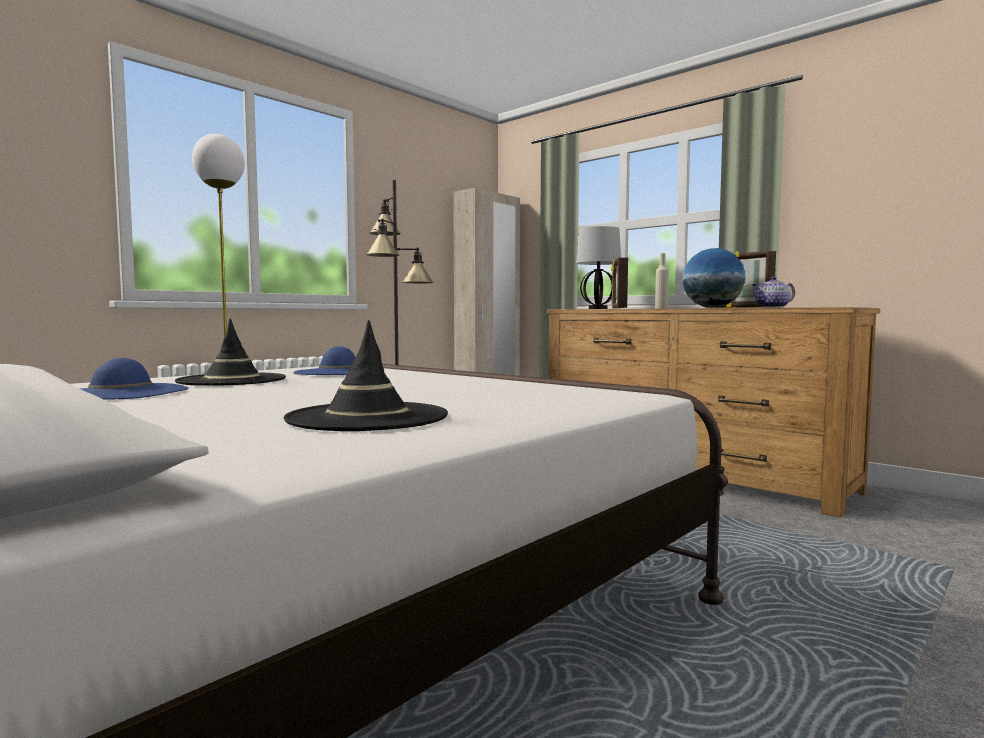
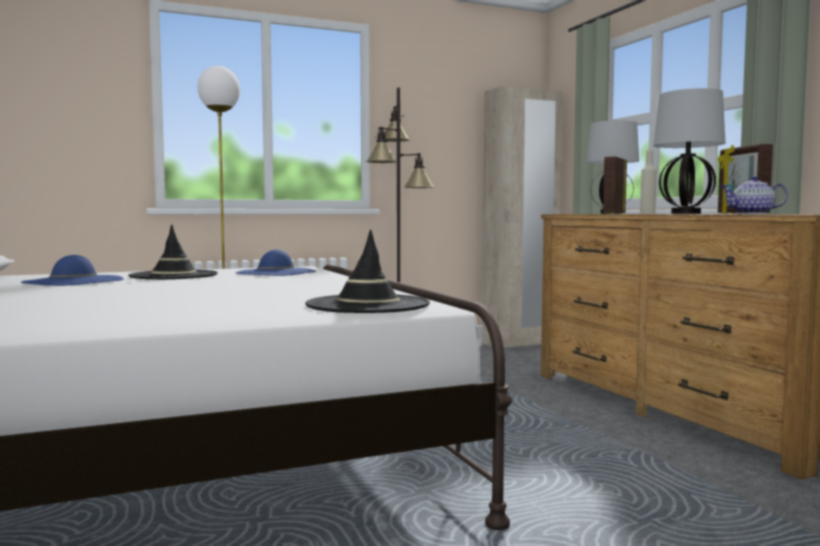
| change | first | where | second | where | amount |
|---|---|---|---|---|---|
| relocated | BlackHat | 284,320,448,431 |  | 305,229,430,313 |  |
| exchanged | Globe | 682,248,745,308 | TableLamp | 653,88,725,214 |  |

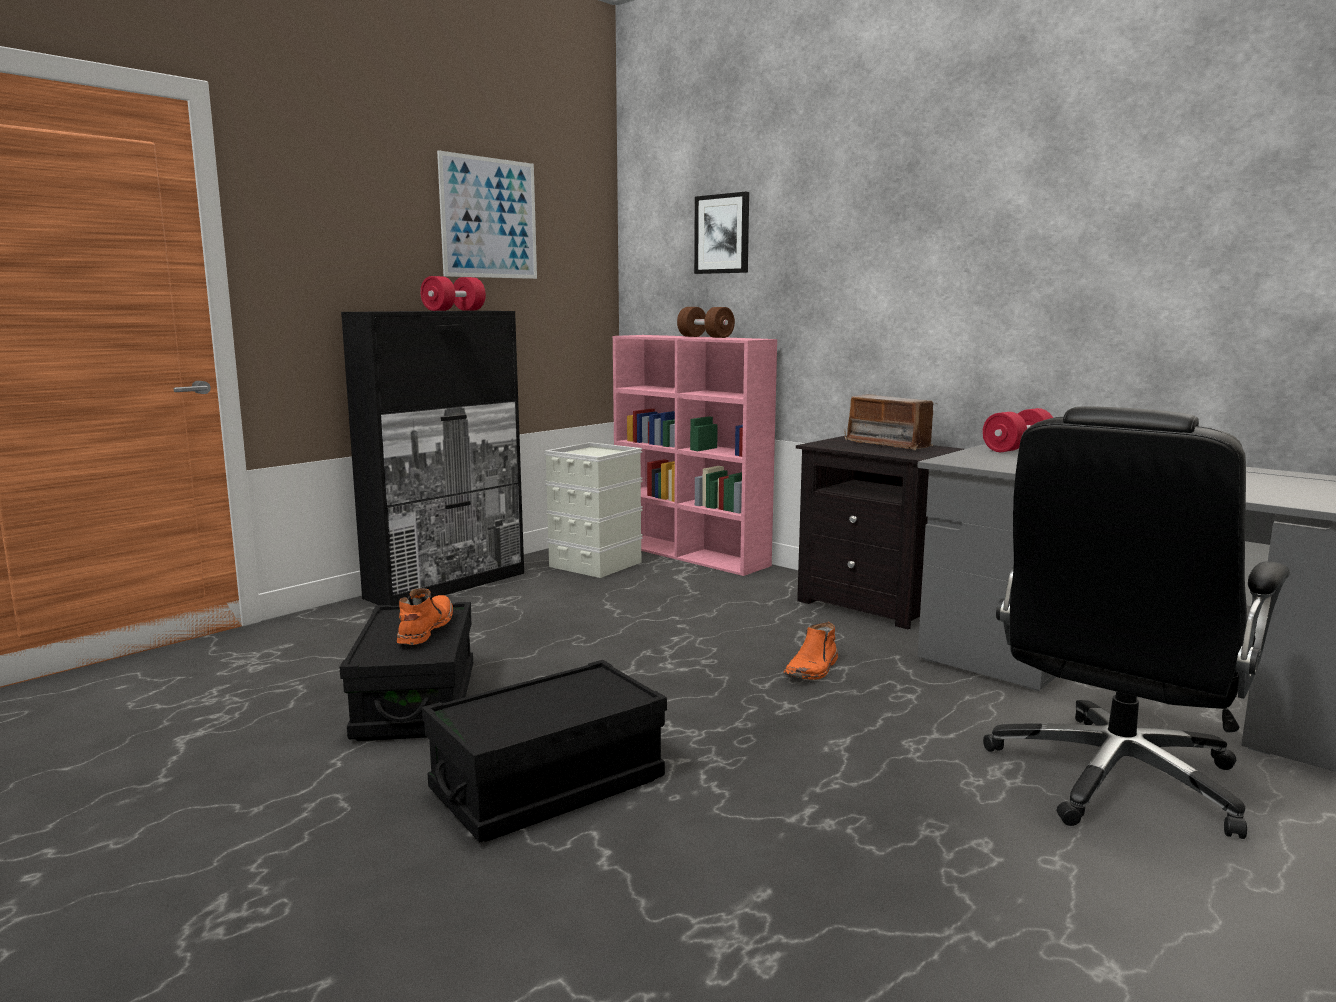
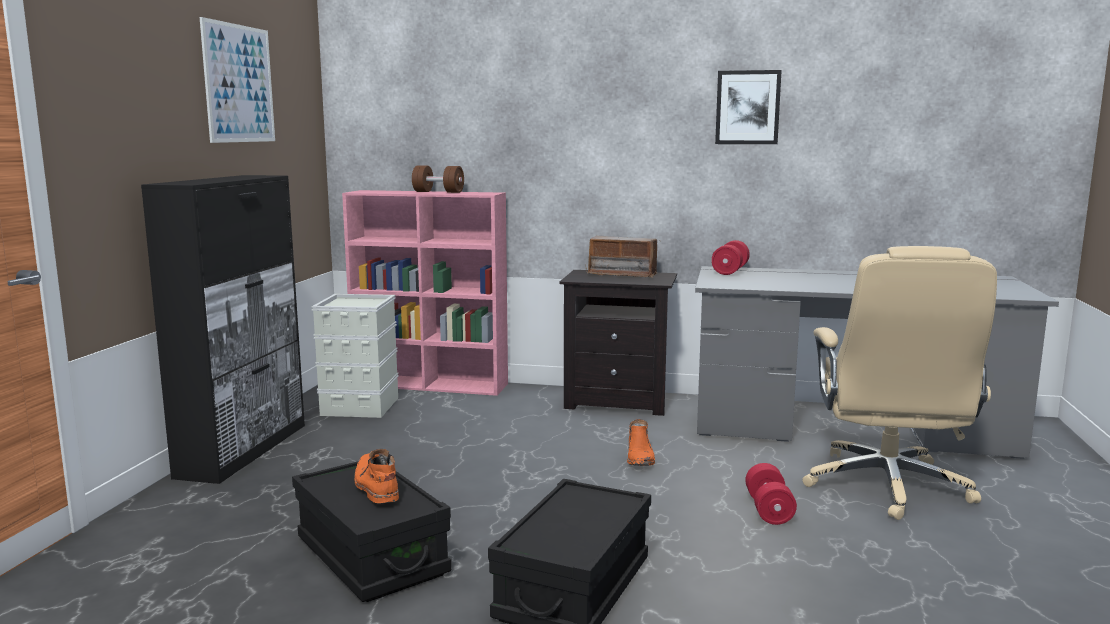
| change | first | where | second | where | amount |
|---|---|---|---|---|---|
| relocated | RedDumbbell | 420,276,486,311 |  | 745,463,797,525 |  |
| relocated | Picture | 694,192,749,274 |  | 715,70,782,144 |  |
| colour | BlackOfficeChair | 983,406,1290,839 | BeigeOfficeChair | 802,246,997,520 |  |

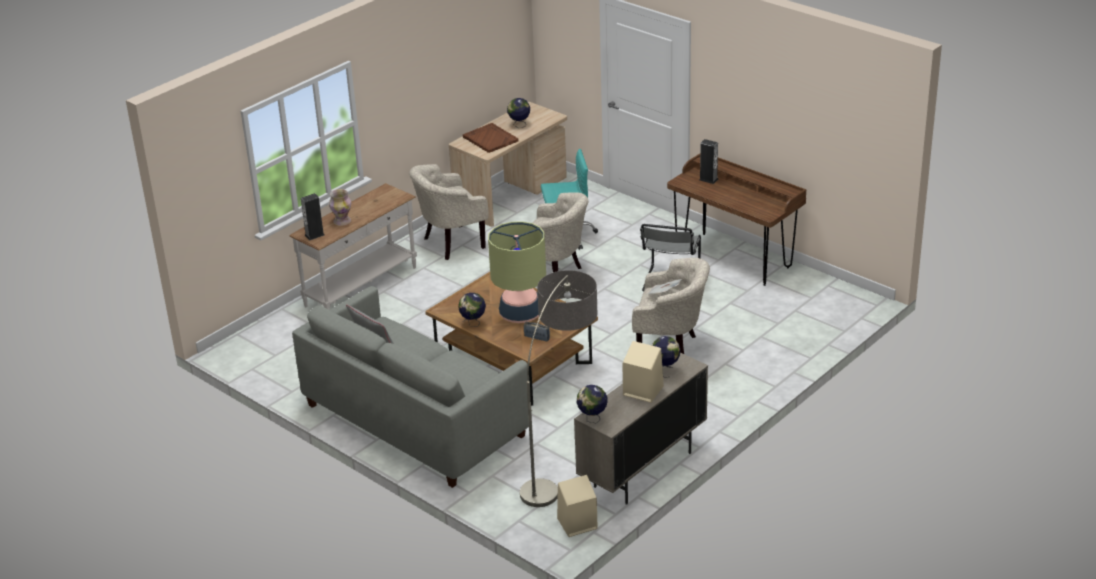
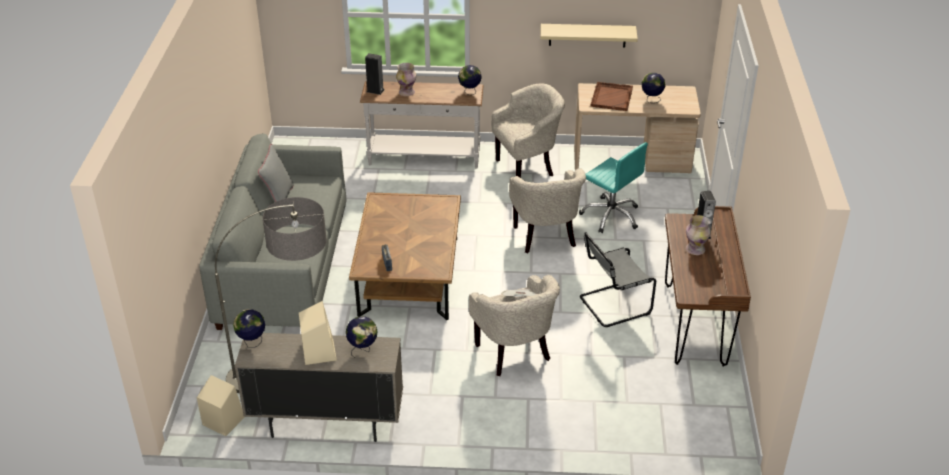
| change | first | where | second | where | amount |
|---|---|---|---|---|---|
| spun | BeigeArmchair | 409,164,488,260 |  | 491,83,565,178 | 135 degrees clockwise |
| relocated | Globe | 458,293,486,326 |  | 458,65,482,96 |  |
| missing | TableLamp | 488,221,546,323 |  |  |  |
| appeared |  |  | BeigeShelf | 540,24,638,48 |  |
| appeared |  |  | Vase | 686,215,711,255 |  |

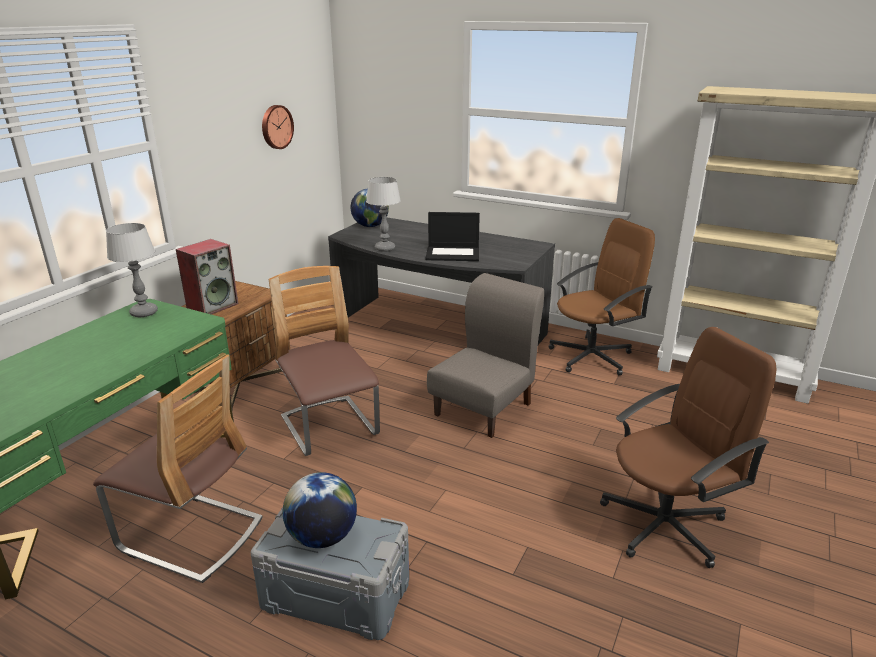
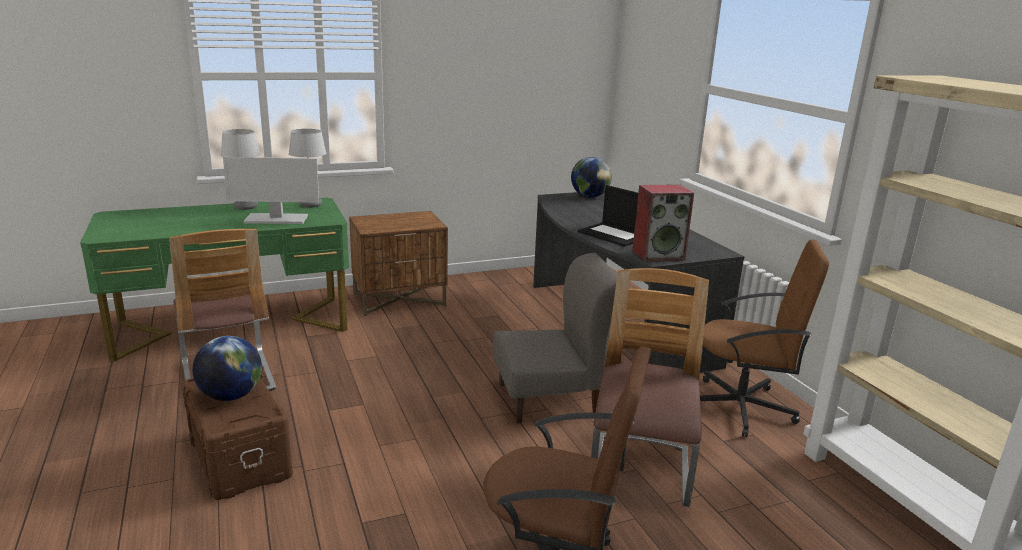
| change | first | where | second | where | amount |
|---|---|---|---|---|---|
| relocated | Speaker | 176,239,238,315 |  | 632,184,694,262 |  |
| colour | GreyStorageBox | 251,507,409,640 | BrownStorageBox | 182,375,293,500 |  |
| missing | WallClock | 262,105,294,149 |  |  |  |
| relocated | Chair | 269,266,380,456 |  | 591,268,709,507 |  |
| relocated | TableLamp | 366,177,401,252 |  | 221,129,260,210 |  |
| appeared |  |  | Monitor | 223,157,319,224 |  |

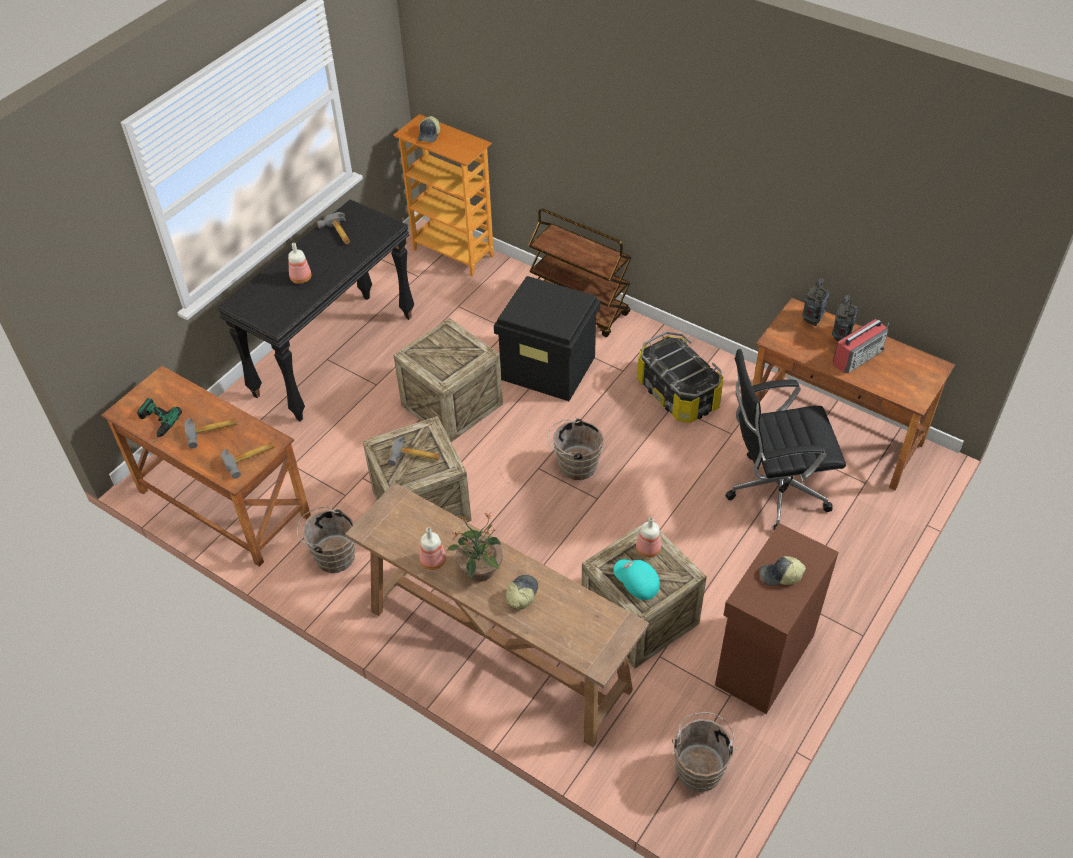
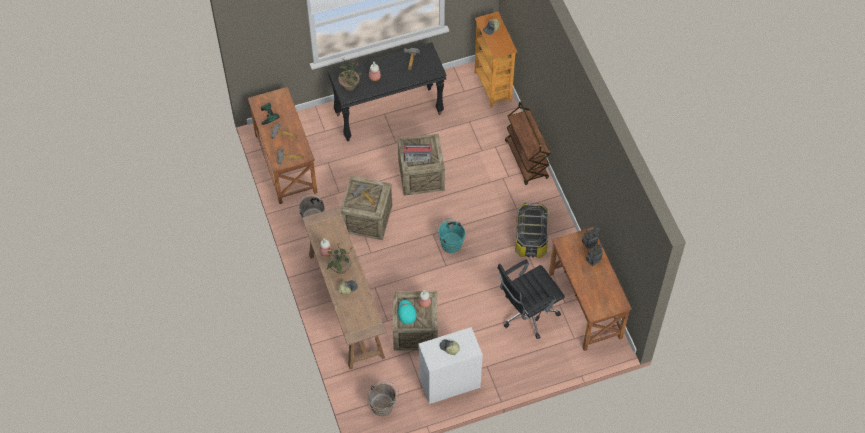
| change | first | where | second | where | amount |
|---|---|---|---|---|---|
| missing | BlackStorageBox | 494,276,600,401 |  |  |  |
| colour | BrownBucket | 547,418,604,480 | TurquoiseBucket | 436,218,465,253 |  |
| colour | BrownCabinet | 715,523,839,714 | WhiteCabinet | 418,327,483,404 |  |
| spun | BlackOfficeChair | 725,349,846,530 |  | 498,260,565,339 | 60 degrees counterclockwise |
| relocated | Radio | 833,319,889,373 |  | 404,145,432,162 |  |
| appeared |  |  | PottedPlant | 338,58,363,91 |  |

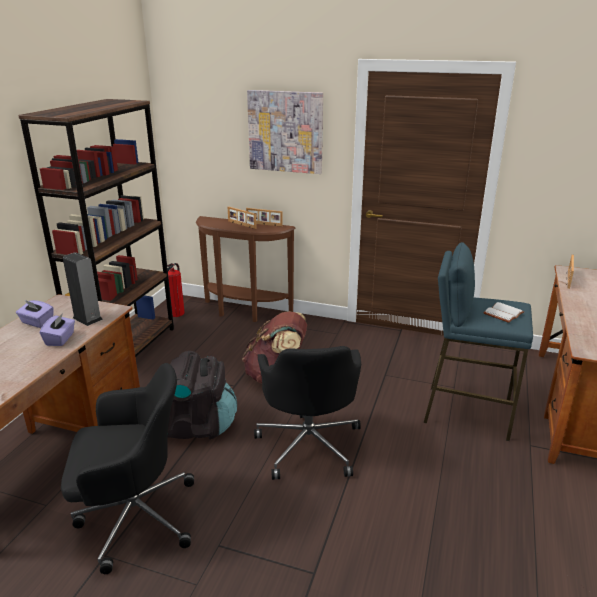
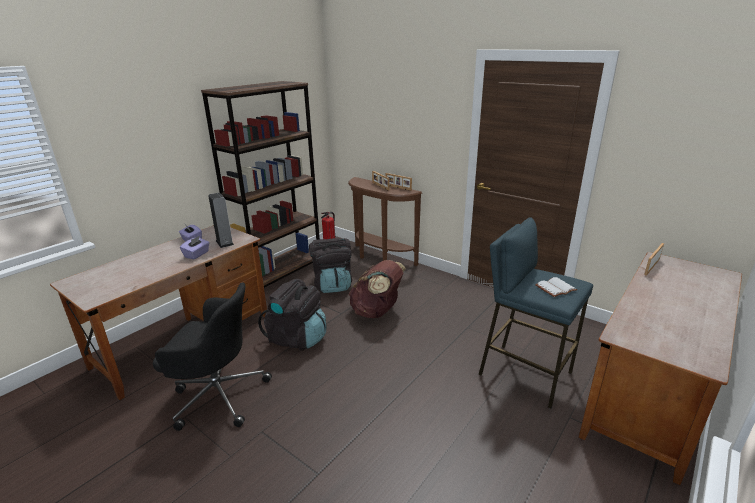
| change | first | where | second | where | amount |
|---|---|---|---|---|---|
| missing | Picture | 247,90,323,174 |  |  |  |
| missing | BlackOfficeChair | 254,346,361,480 |  |  |  |
| appeared |  |  | BlackBackpack | 309,238,352,293 |  |

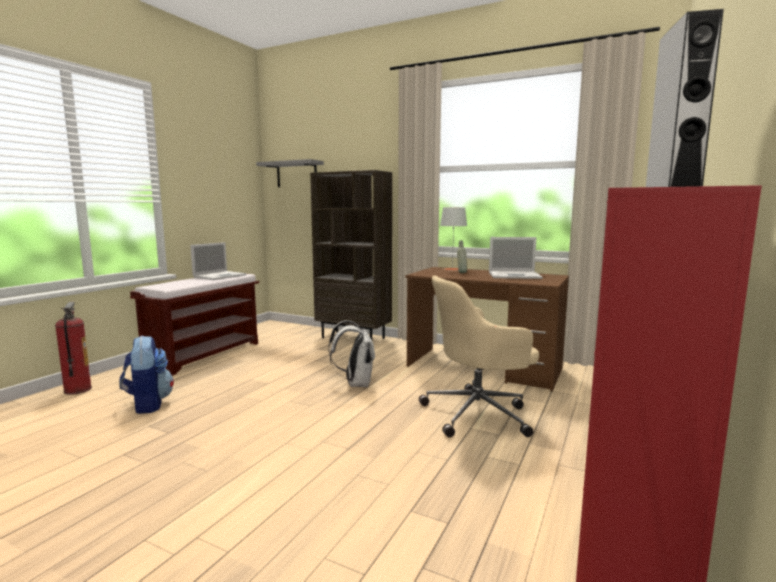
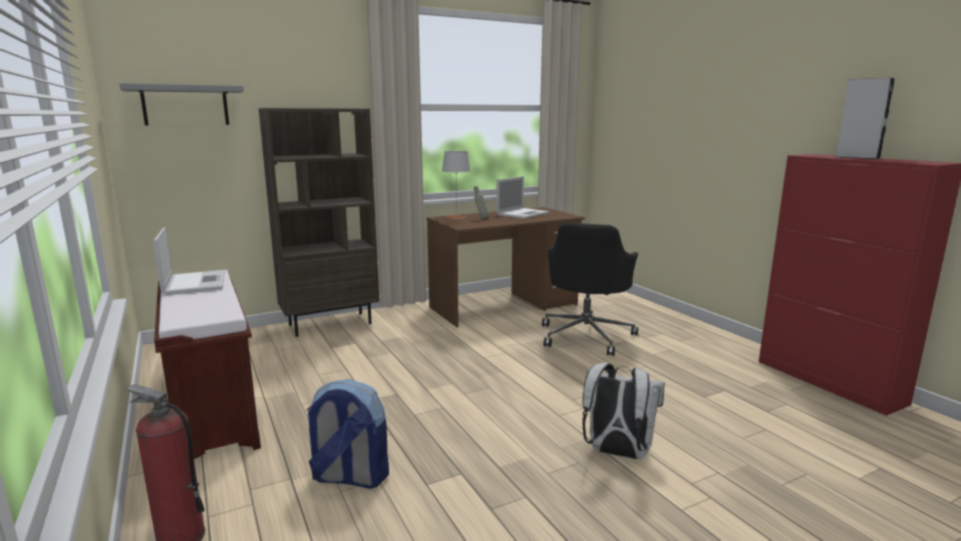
| change | first | where | second | where | amount |
|---|---|---|---|---|---|
| relocated | WhiteBackpack | 328,320,375,387 |  | 582,363,665,459 |  |
| colour | BeigeOfficeChair | 419,276,539,437 | BlackOfficeChair | 542,223,638,356 |  |

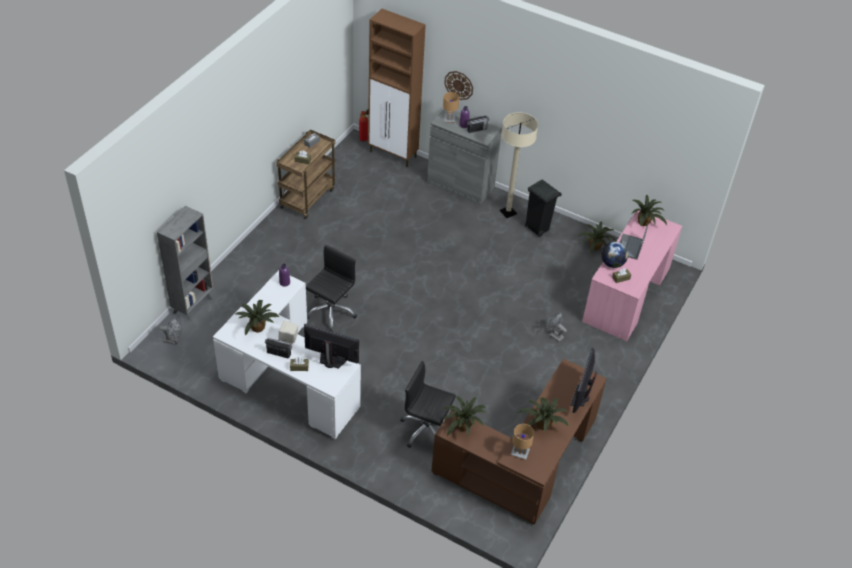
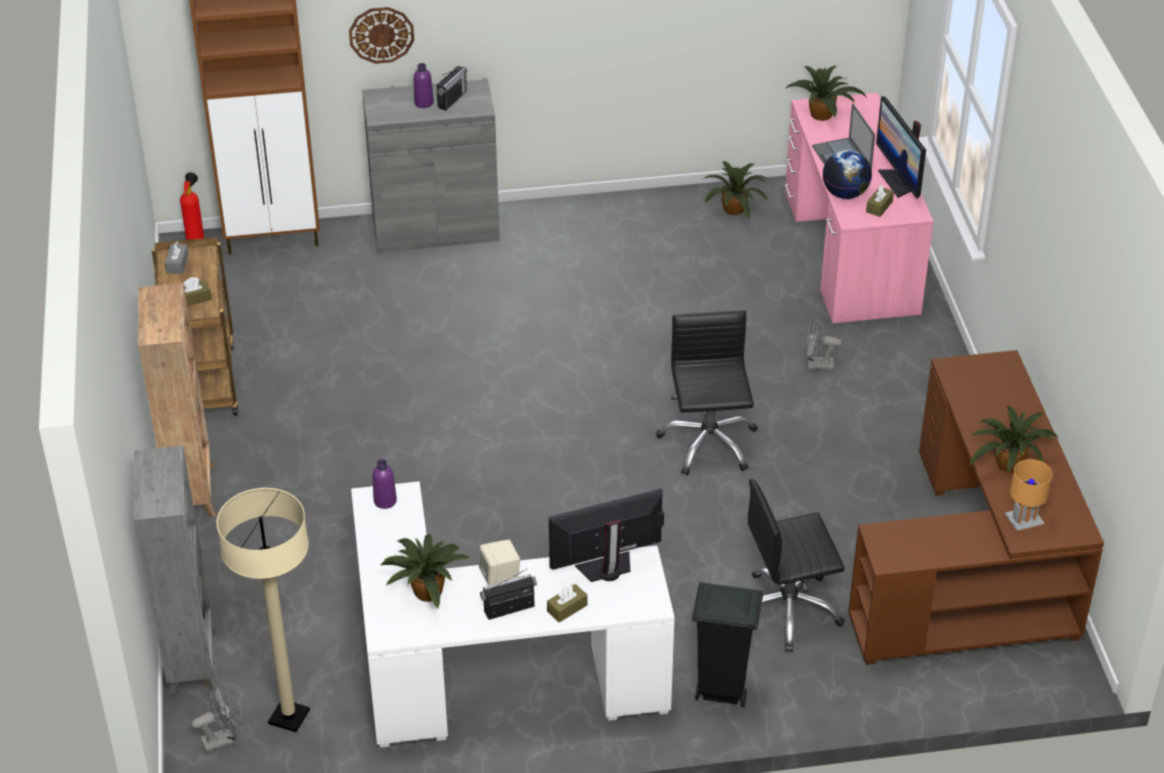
| change | first | where | second | where | amount |
|---|---|---|---|---|---|
| relocated | BlackOfficeChair | 306,244,357,332 |  | 656,310,758,475 |  |
| missing | BrownTableLamp | 443,92,459,123 |  |  |  |
| missing | PottedPlant | 443,396,486,436 |  |  |  |
| relocated | BeigeFloorLamp | 500,112,538,218 |  | 216,488,310,732 |  |
| relocated | BlackTrashCan | 525,179,562,237 |  | 692,582,763,707 |  |
| relocated | Monitor | 570,348,597,413 |  | 876,96,926,198 |  |
| appeared |  |  | BrownBookcase | 138,283,216,518 |  |

